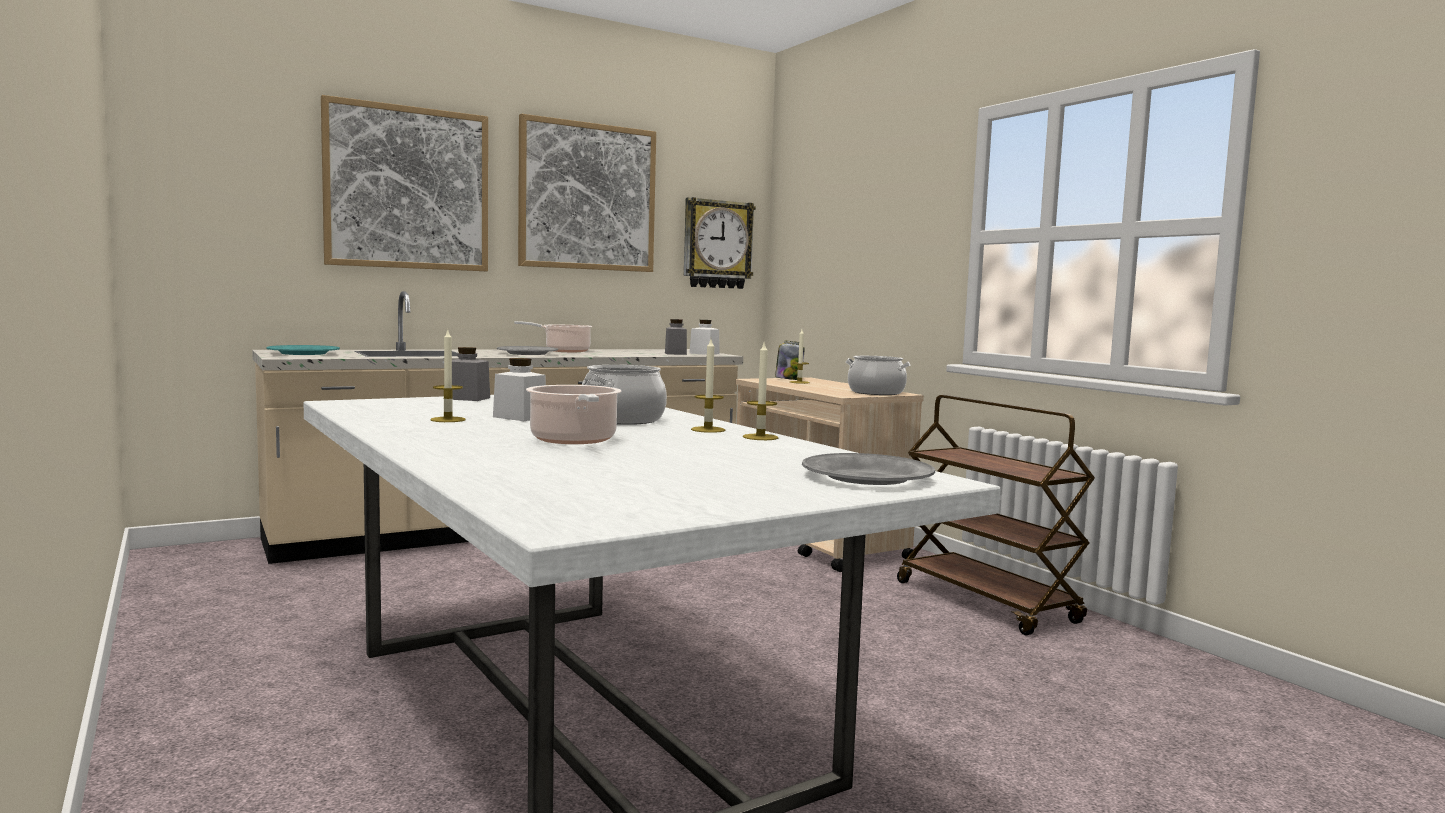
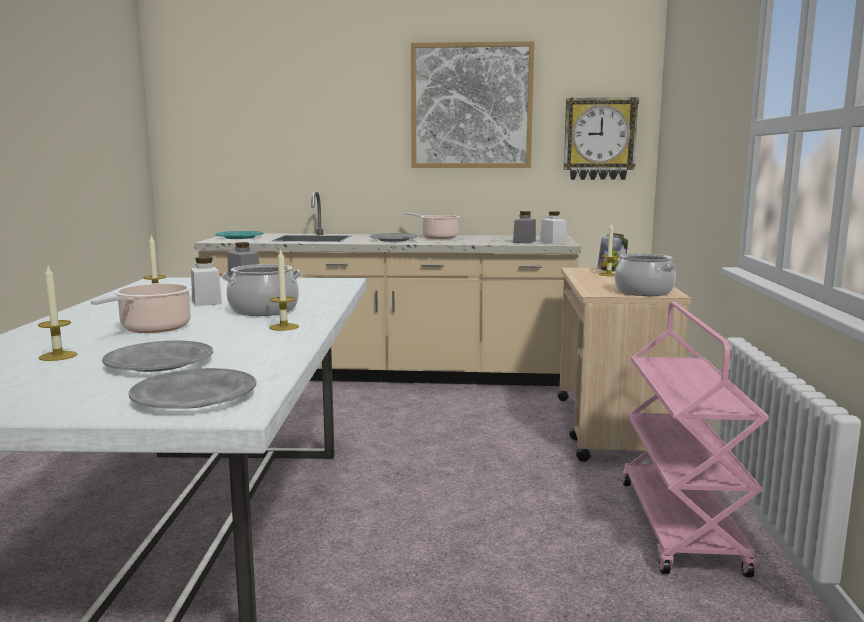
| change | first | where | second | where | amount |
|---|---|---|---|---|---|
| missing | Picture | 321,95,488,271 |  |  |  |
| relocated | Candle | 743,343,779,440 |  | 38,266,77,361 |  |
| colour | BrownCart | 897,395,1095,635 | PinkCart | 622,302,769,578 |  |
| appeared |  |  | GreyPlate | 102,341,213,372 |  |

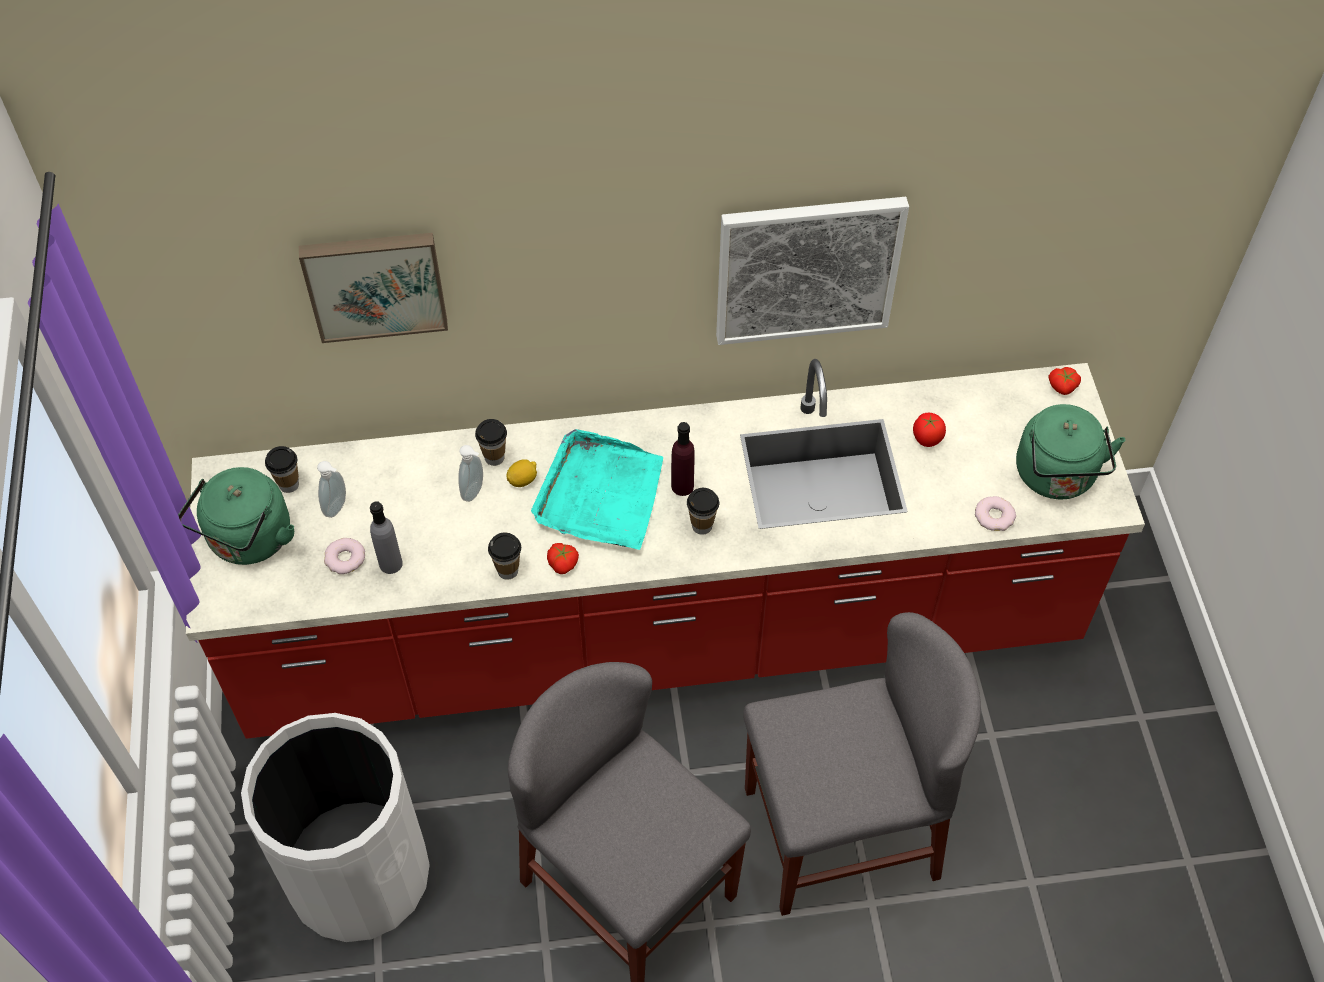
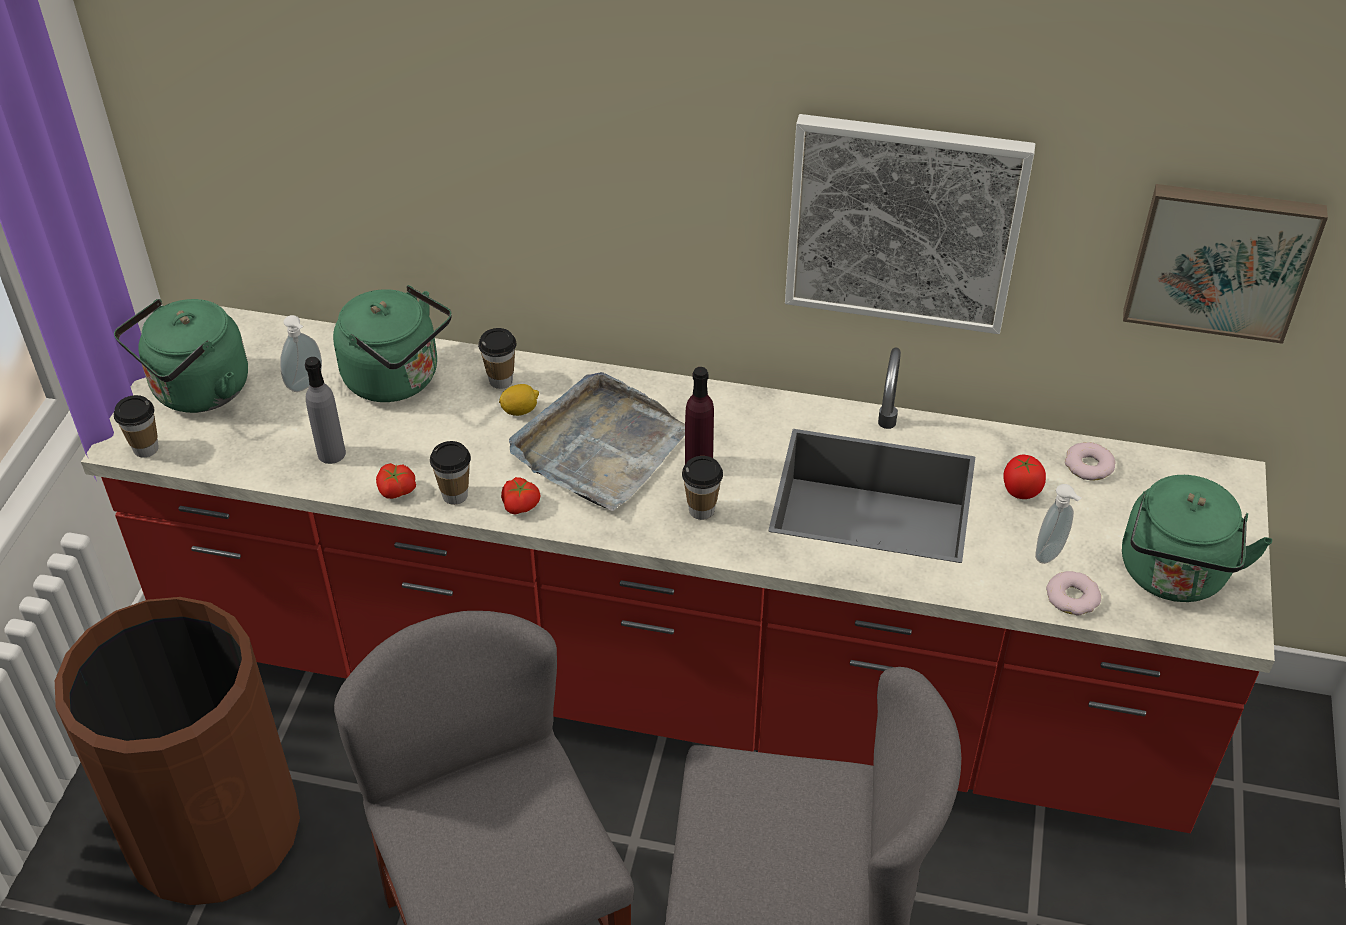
| change | first | where | second | where | amount |
|---|---|---|---|---|---|
| colour | WhiteTrashCan | 241,713,430,942 | BrownTrashCan | 55,597,300,905 |  |
| relocated | Cup | 265,446,299,493 |  | 114,395,159,458 |  |
| relocated | Picture | 299,233,448,343 |  | 1123,184,1328,344 |  |
| relocated | Donut | 324,538,365,574 |  | 1065,442,1115,480 |  |
| relocated | SoapDispenser | 458,445,483,502 |  | 1035,484,1081,564 |  |
| colour | TurquoiseTray | 531,429,663,550 | GreyTray | 509,372,685,511 |  |
| relocated | Tomato | 1048,367,1081,395 |  | 376,463,416,499 |  |
| appeared |  |  | GreenKettle | 333,285,452,402 |  |

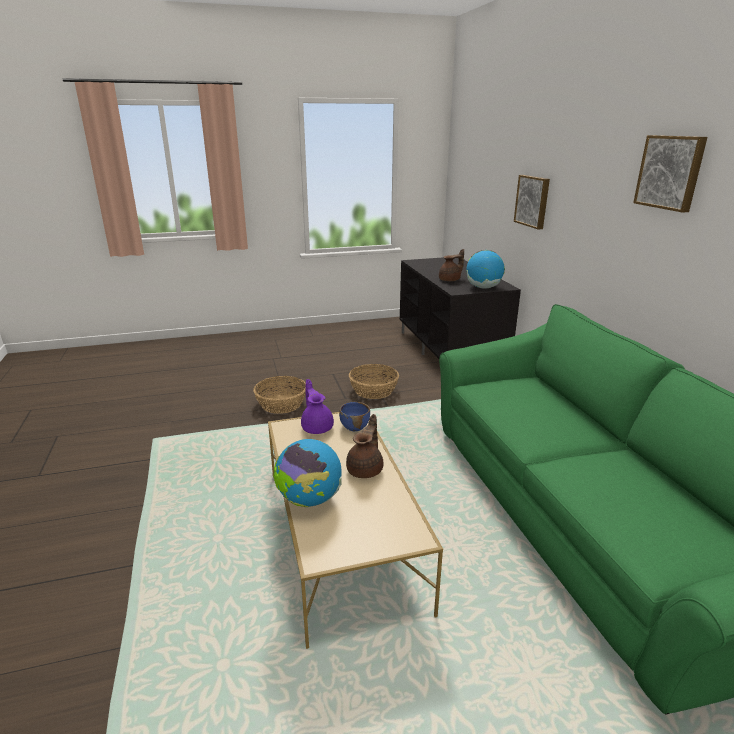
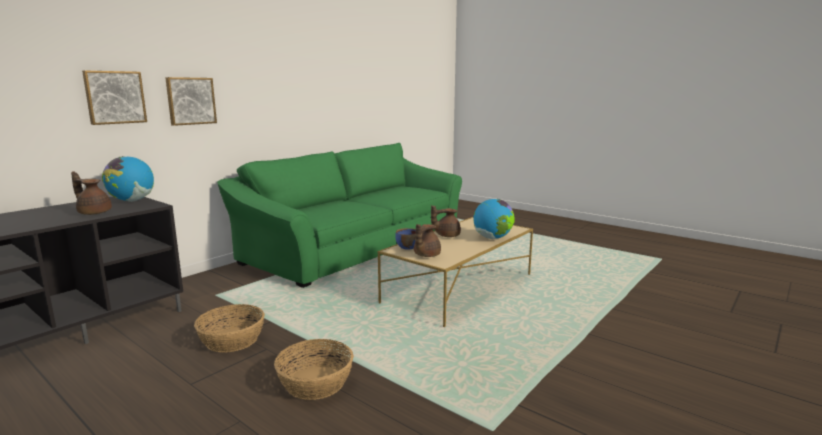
| change | first | where | second | where | amount |
|---|---|---|---|---|---|
| colour | PurpleTeapot | 301,379,334,434 | BrownTeapot | 414,224,441,257 |  |
| relocated | Picture | 633,135,707,213 |  | 165,77,217,126 |  |

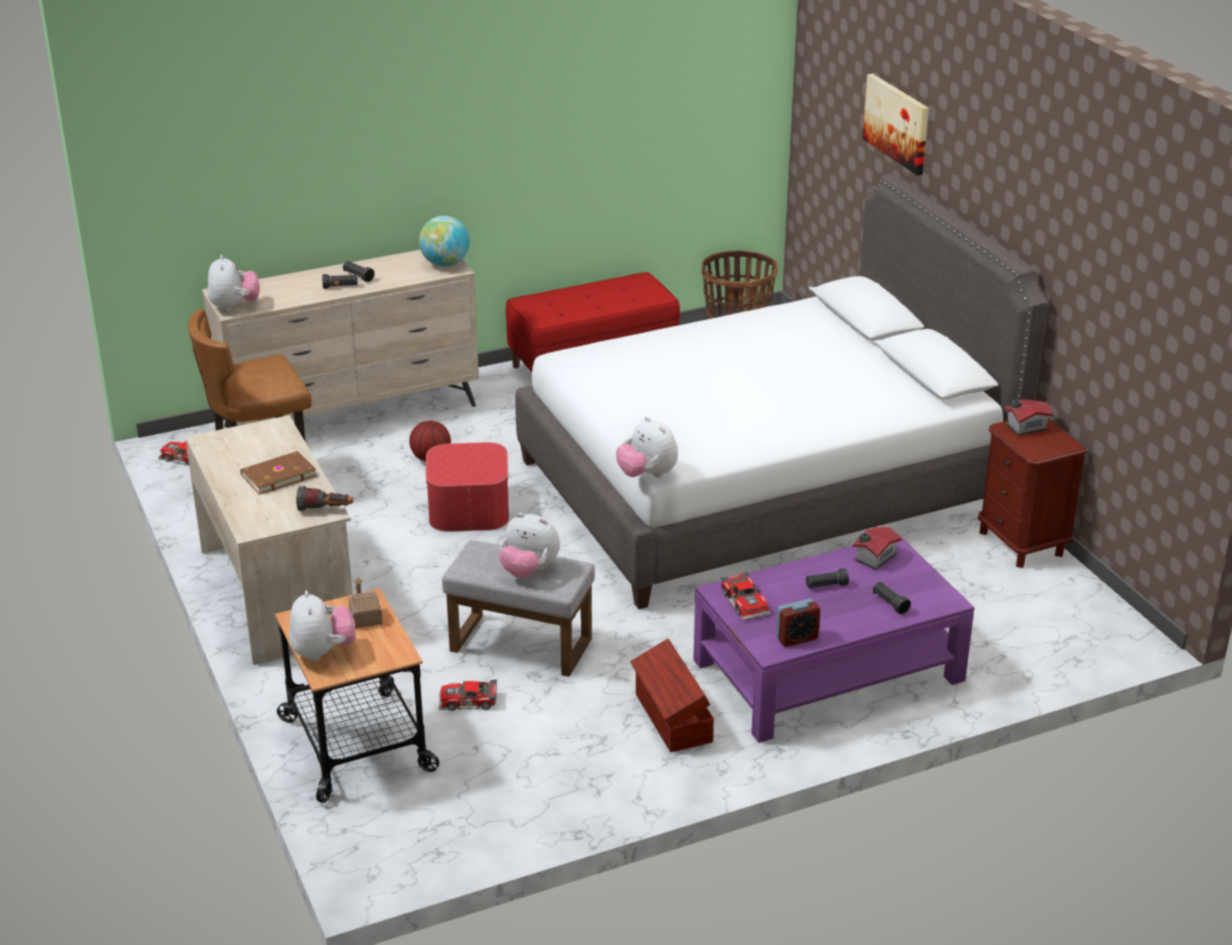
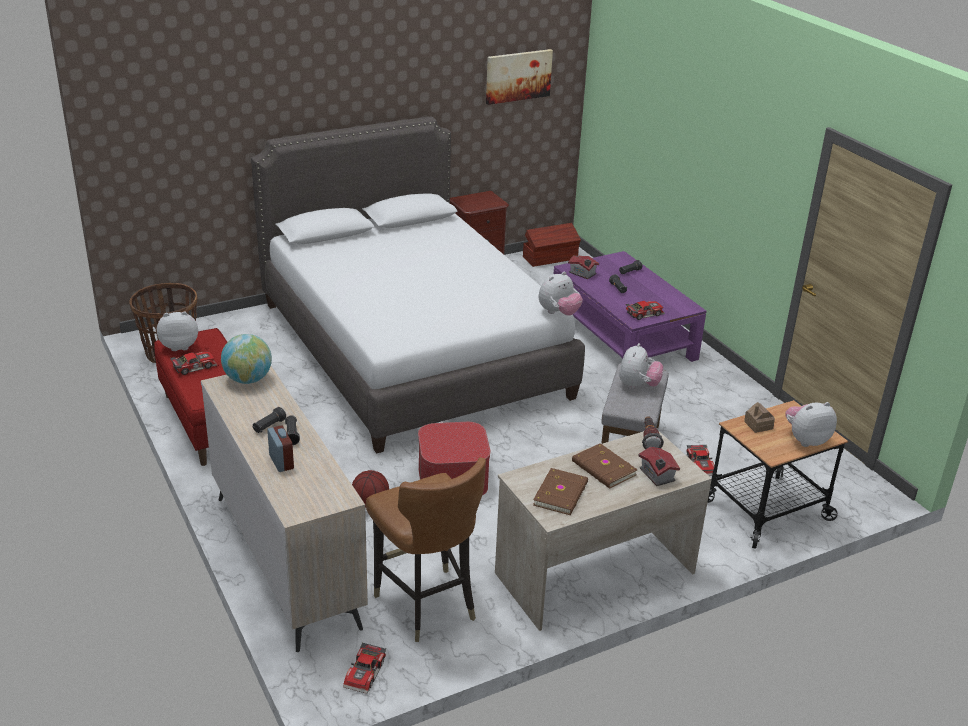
| change | first | where | second | where | amount |
|---|---|---|---|---|---|
| relocated | PlushToy | 207,255,260,312 |  | 157,311,198,351 |  |
| relocated | BrownStorageBox | 630,639,714,752 |  | 523,223,581,267 |  |
| relocated | AlarmClock | 776,598,820,647 |  | 267,425,294,472 |  |
| relocated | Picture | 862,74,929,175 |  | 486,49,553,105 |  |
| relocated | ToyHouse | 1004,399,1053,436 |  | 638,447,680,486 |  |
| appeared |  |  | ToyCar | 170,352,217,375 |  |
| appeared |  |  | BrownBook | 533,468,588,515 |  |

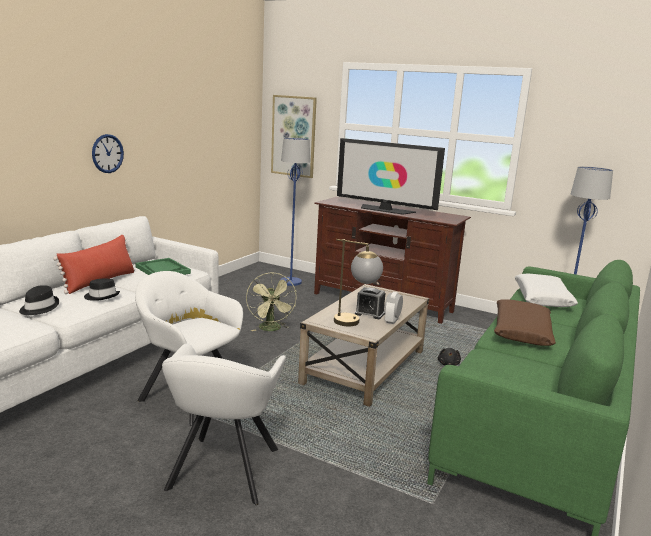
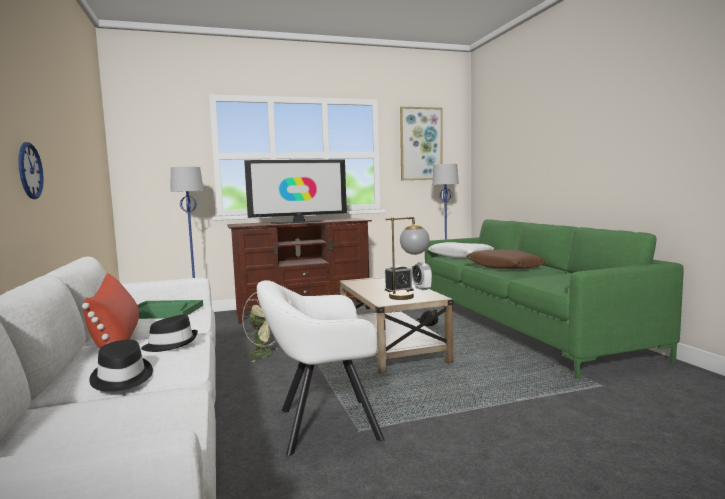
| change | first | where | second | where | amount |
|---|---|---|---|---|---|
| missing | WhiteArmchair | 162,343,286,505 |  |  |  |
| relocated | Picture | 271,95,317,178 |  | 400,107,443,180 |  |

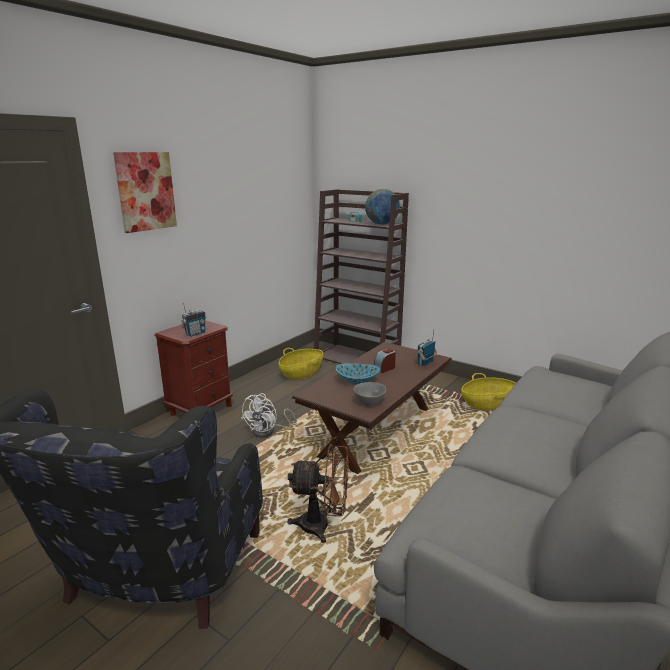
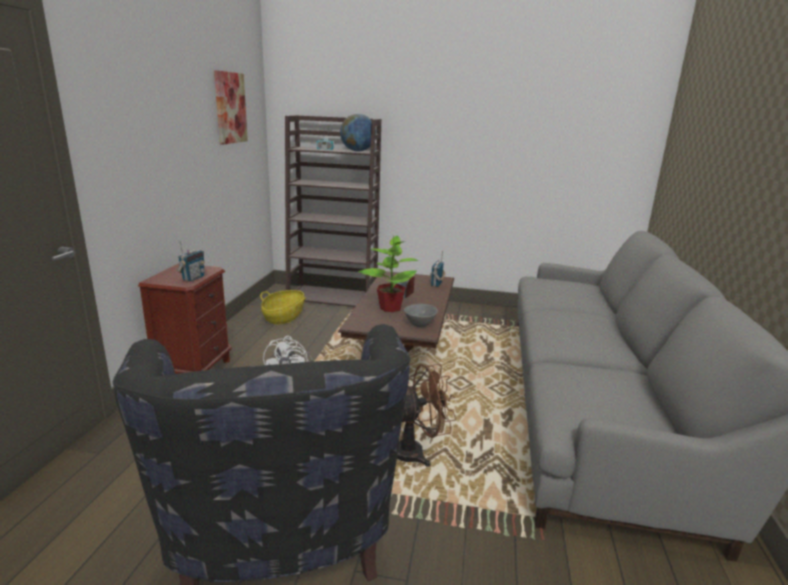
| change | first | where | second | where | amount |
|---|---|---|---|---|---|
| relocated | Picture | 113,152,177,233 |  | 214,70,248,145 |  |
| exchanged | Bowl | 336,363,380,384 | PottedPlant | 358,235,418,312 |  |
| missing | Basket | 461,373,516,411 |  |  |  |

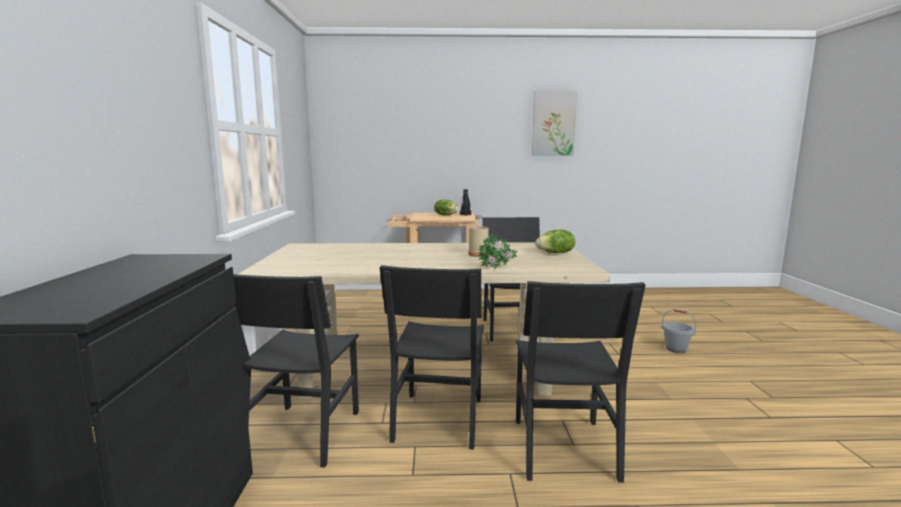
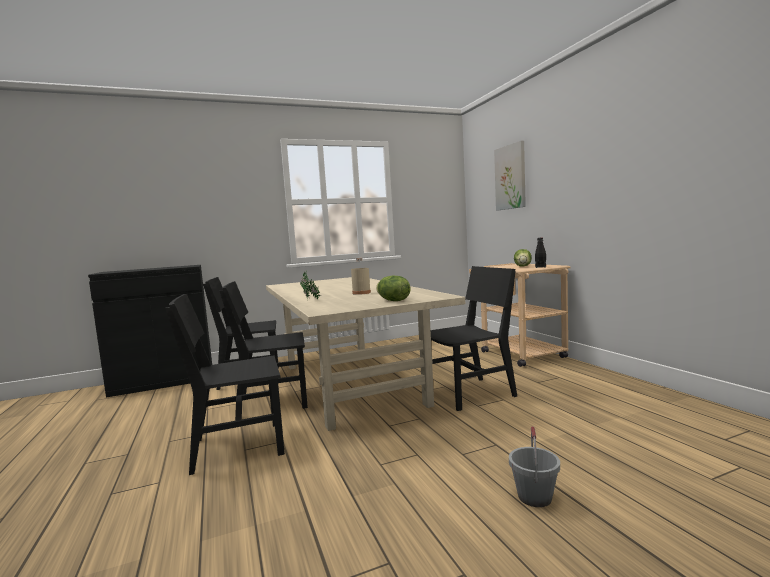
| change | first | where | second | where | amount |
|---|---|---|---|---|---|
| relocated | Picture | 532,91,577,155 |  | 494,141,526,210 |  |

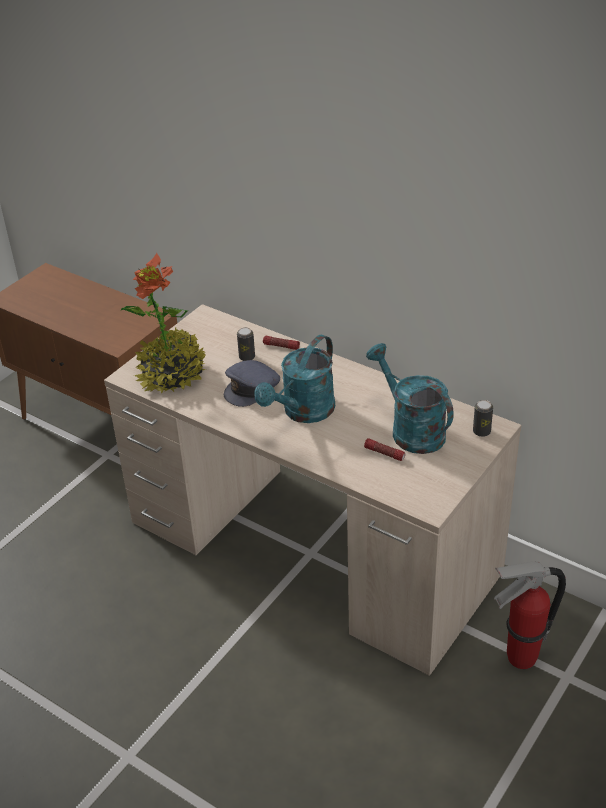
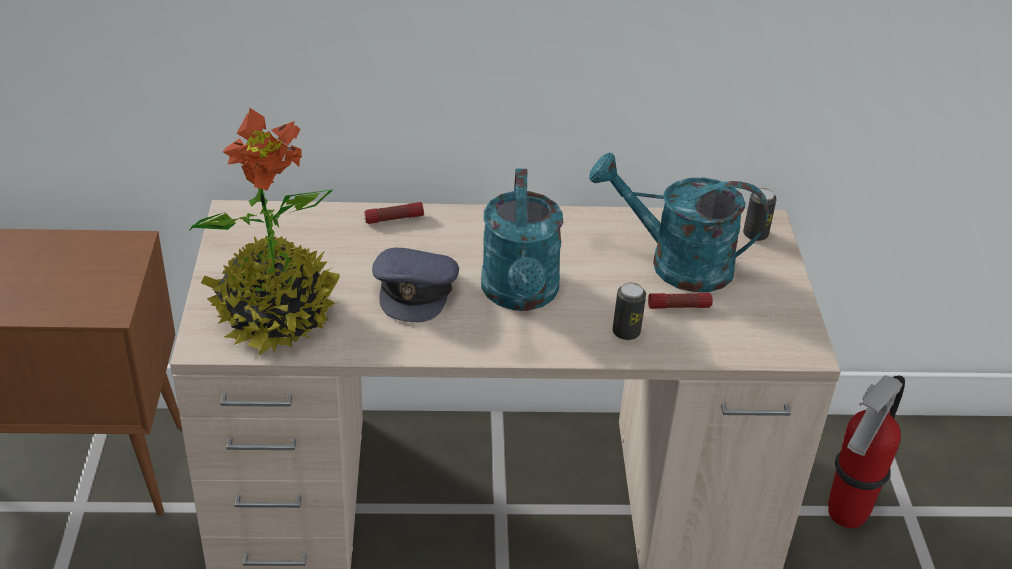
| change | first | where | second | where | amount |
|---|---|---|---|---|---|
| relocated | Can | 237,327,255,361 |  | 613,282,646,340 |  |

